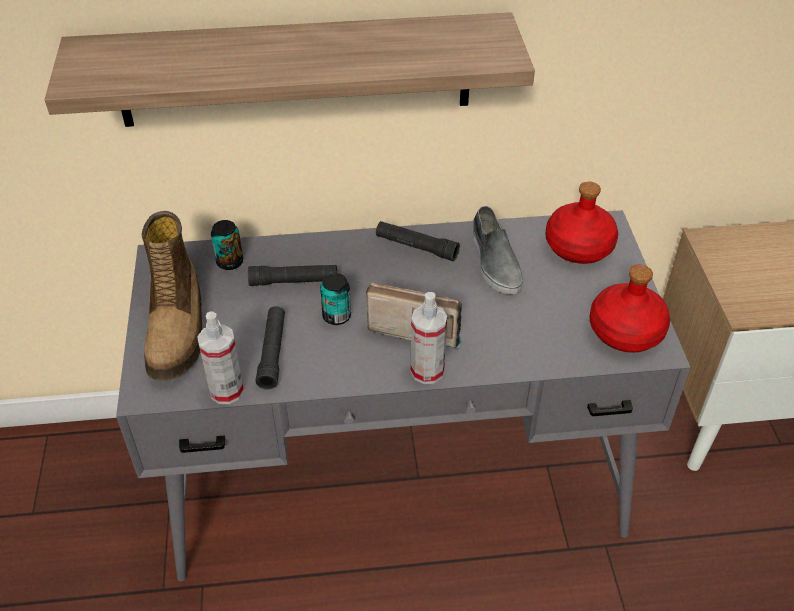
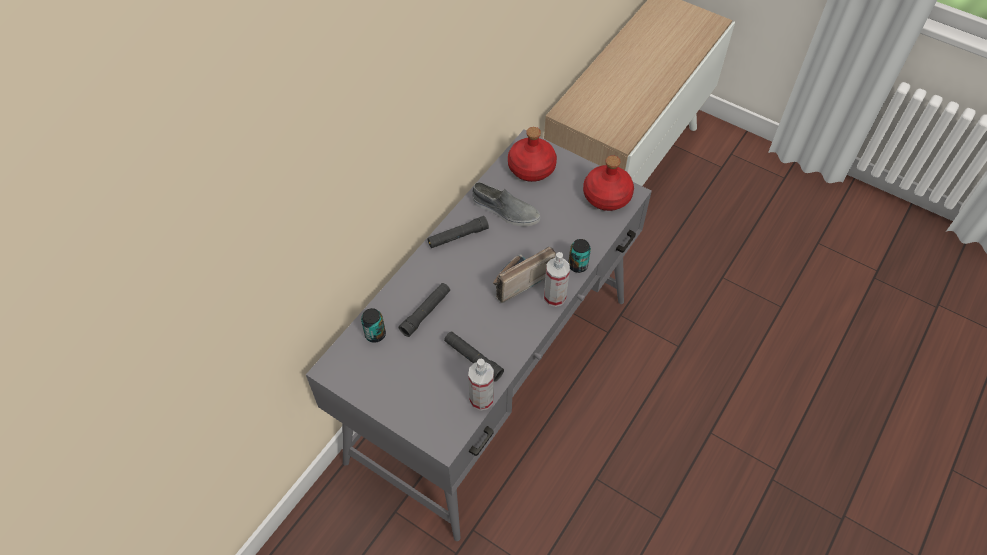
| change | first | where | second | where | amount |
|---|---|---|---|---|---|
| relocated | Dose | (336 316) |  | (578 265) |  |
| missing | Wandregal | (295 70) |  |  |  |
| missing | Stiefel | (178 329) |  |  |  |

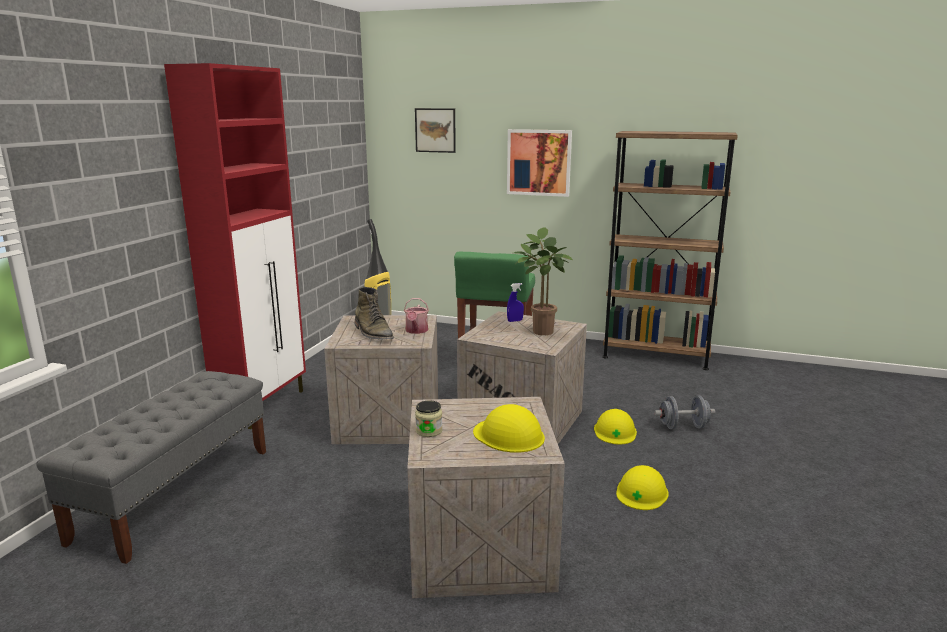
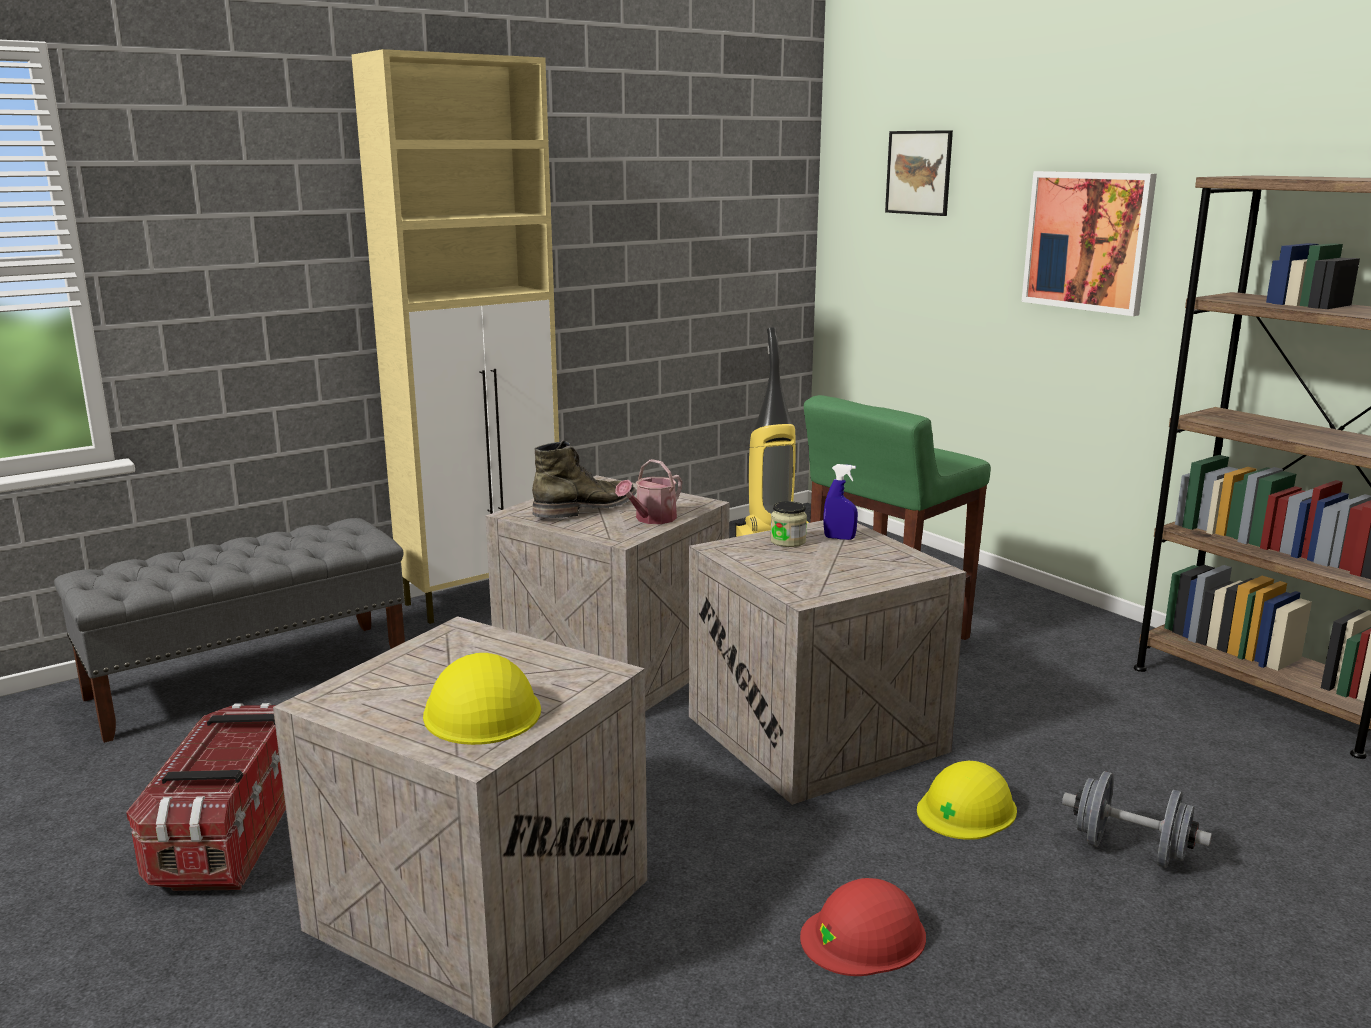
| change | first | where | second | where | amount |
|---|---|---|---|---|---|
| appeared |  |  | Aufbewahrungsbox | (228 833) |  |
| colour | Schrank (rot) | (263 406) | Schrank (beige) | (484 597) |  |
| spun | Stiefel (grün) | (373 333) |  | (586 509) | 135 degrees counterclockwise |
| relocated | Vorratsglas | (429 431) |  | (788 541) |  |
| colour | Schutzhelm (gelb) | (642 492) | Schutzhelm (rot) | (864 936) |  |
| missing | Topfpflanze | (539 331) |  |  |  |

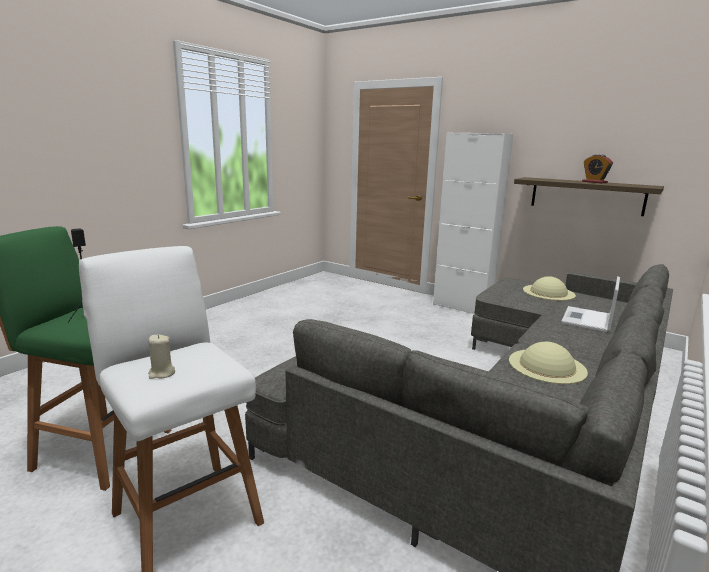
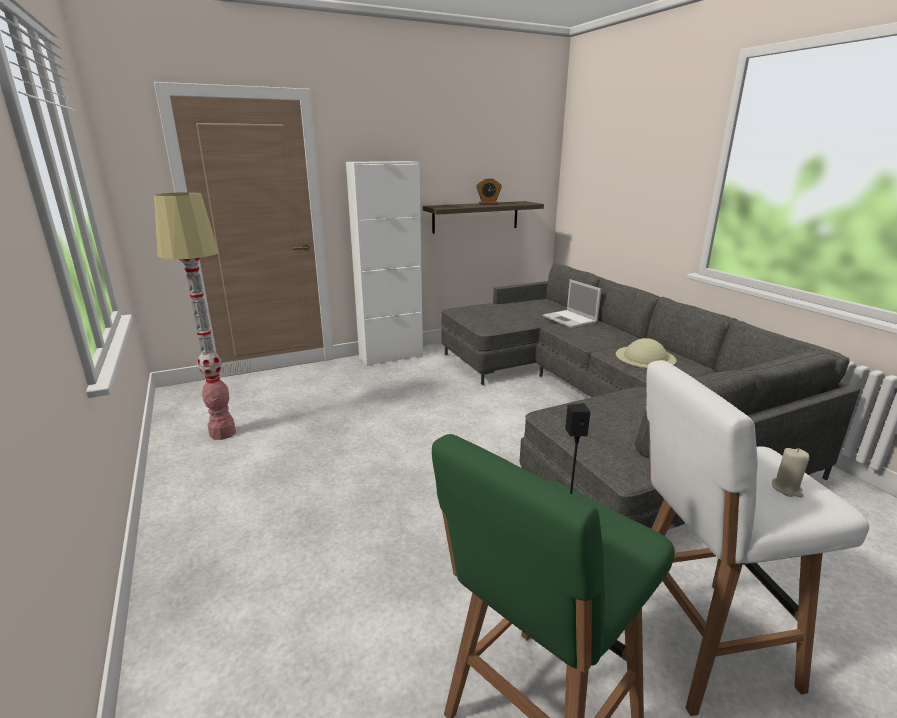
| change | first | where | second | where | amount |
|---|---|---|---|---|---|
| appeared |  |  | Stehlampe | (223 433) |  |
| missing | Hut (beige) | (548 292) |  |  |  |

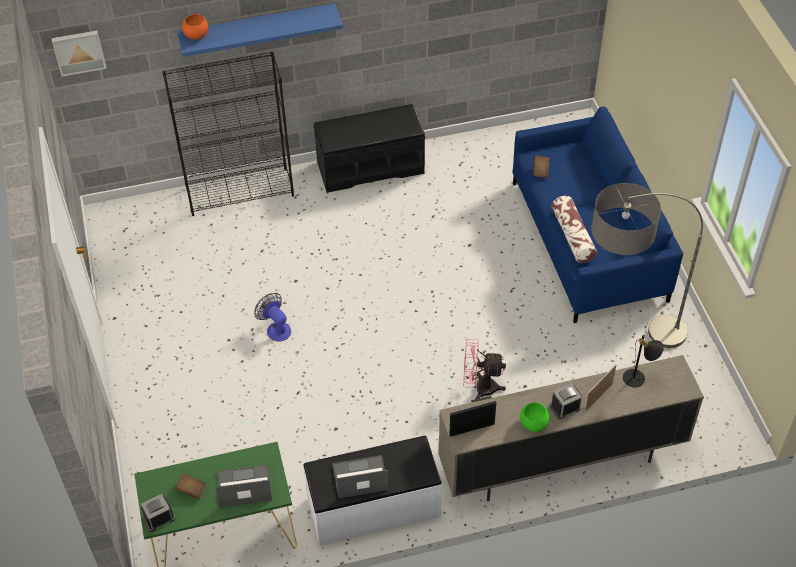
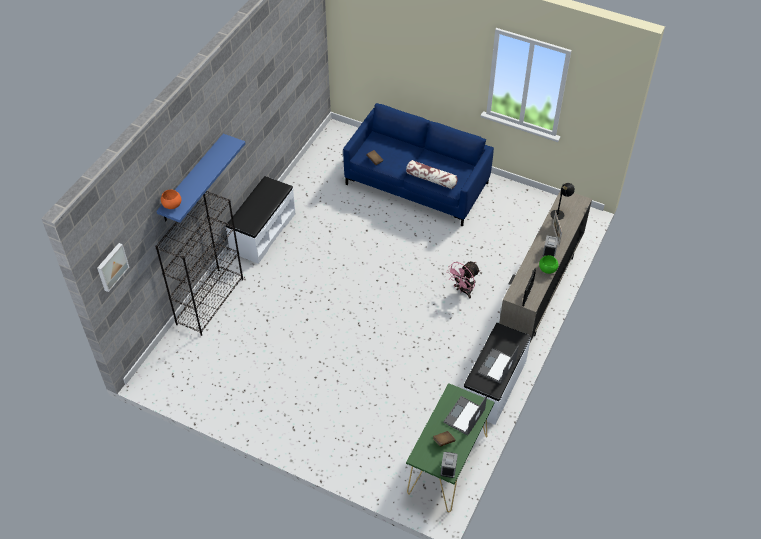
| change | first | where | second | where | amount |
|---|---|---|---|---|---|
| colour | Bank (schwarz) | (370 167) | Bank (weiß) | (262 232) |  |
| missing | Ventilator | (276 328) |  |  |  |
| missing | Stehlampe | (623 342) |  |  |  |

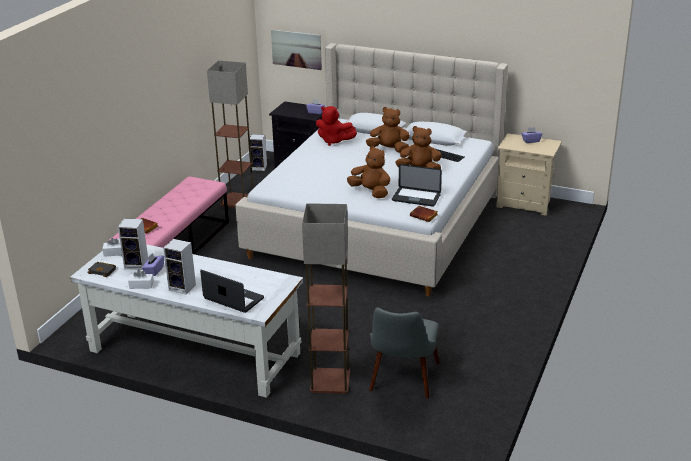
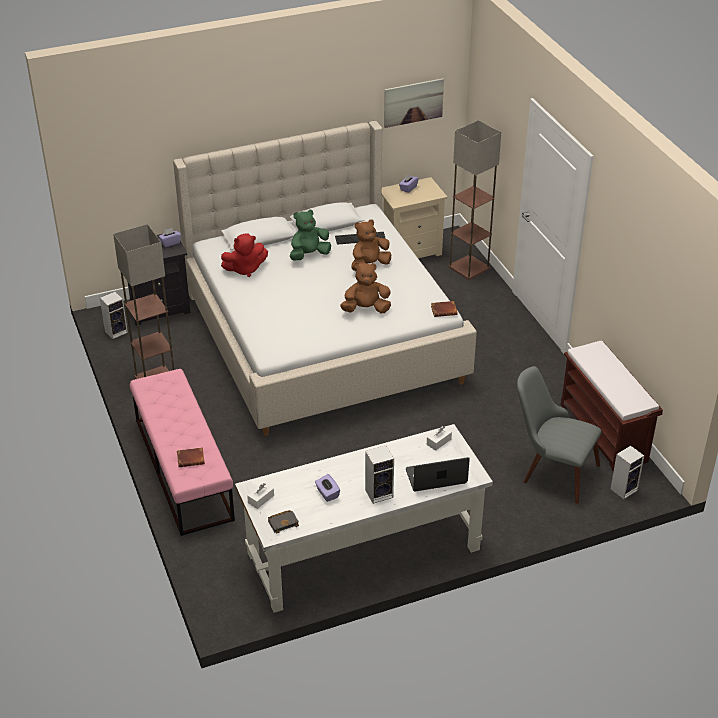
| change | first | where | second | where | amount |
|---|---|---|---|---|---|
| colour | Plüschtier (braun) | (389 149) | Plüschtier (grün) | (309 255) |  |
| relocated | Bild | (296 49) |  | (413 102) |  |
| relocated | Taschentuchbox (weiß) | (141 285) |  | (439 442) |  |
| relocated | Stehlampe | (329 382) |  | (469 268) |  |
| spun | Stuhl (grau) | (402 382) |  | (551 470) | 150 degrees clockwise |
| appeared |  |  | Bank (braun) | (604 433) |  |
| relocated | Lautsprecher | (137 264) |  | (624 489) |  |
| missing | Laptop | (416 198) |  |  |  |

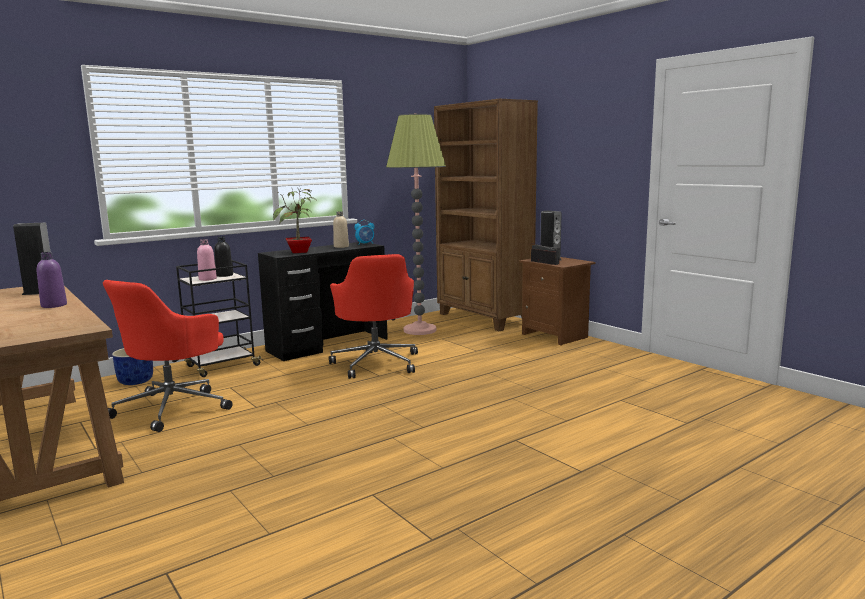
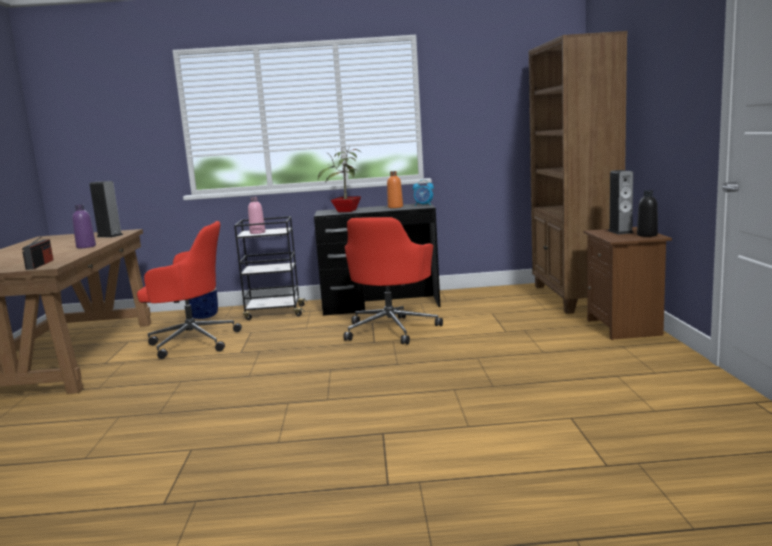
| change | first | where | second | where | amount |
|---|---|---|---|---|---|
| relocated | Radio | (544 262) |  | (40 264) |  |
| spun | Bürostuhl (rot) | (173 408) |  | (191 342) | 150 degrees counterclockwise |
| colour | Flasche (beige) | (341 246) | Flasche (orange) | (395 207) |  |
| relocated | Flasche (schwarz) | (224 275) |  | (647 235) |  |
| missing | Stehlampe | (420 330) |  |  |  |

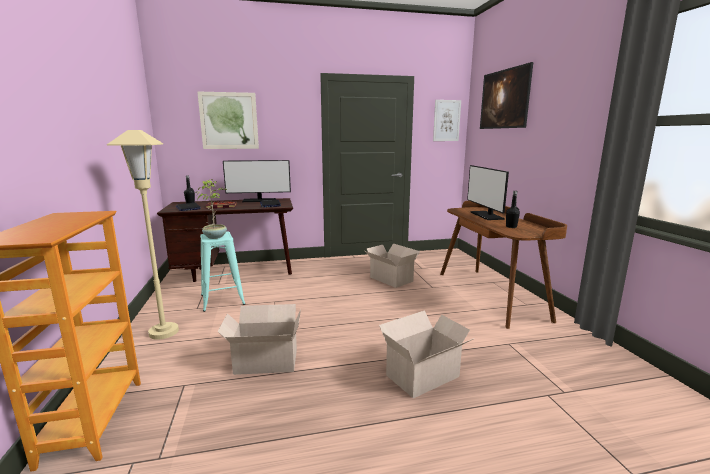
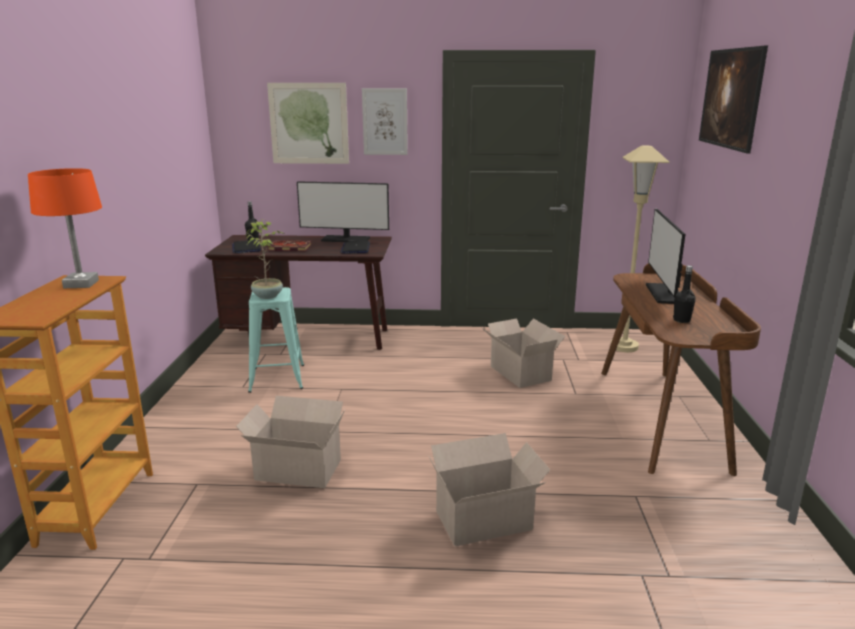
| change | first | where | second | where | amount |
|---|---|---|---|---|---|
| appeared |  |  | Tischlampe (orange) | (81 284) |  |
| relocated | Bild | (446 120) |  | (385 121) |  |
| relocated | Stehlampe (beige) | (164 332) |  | (624 347) |  |

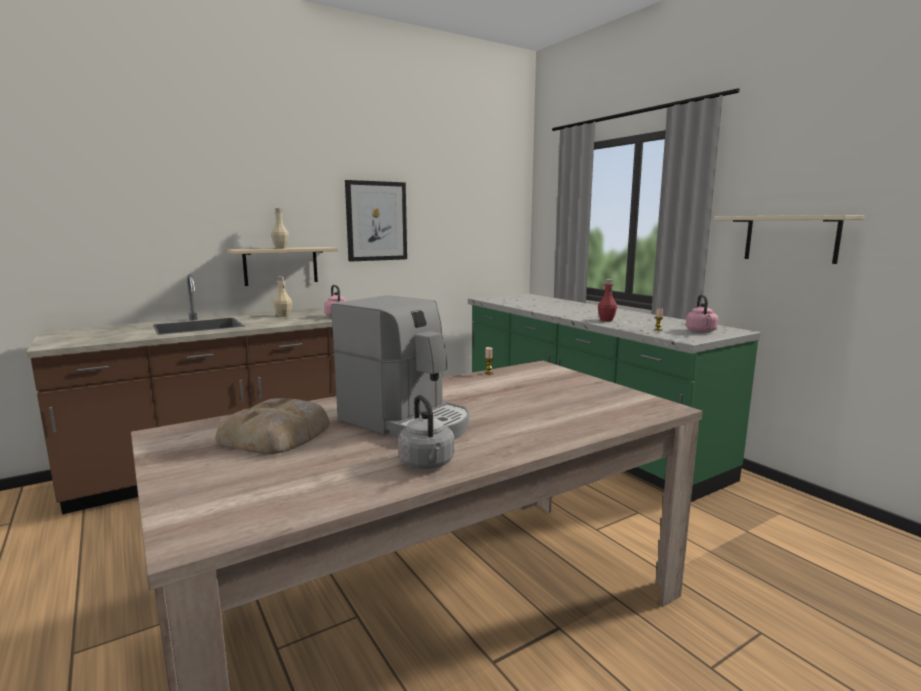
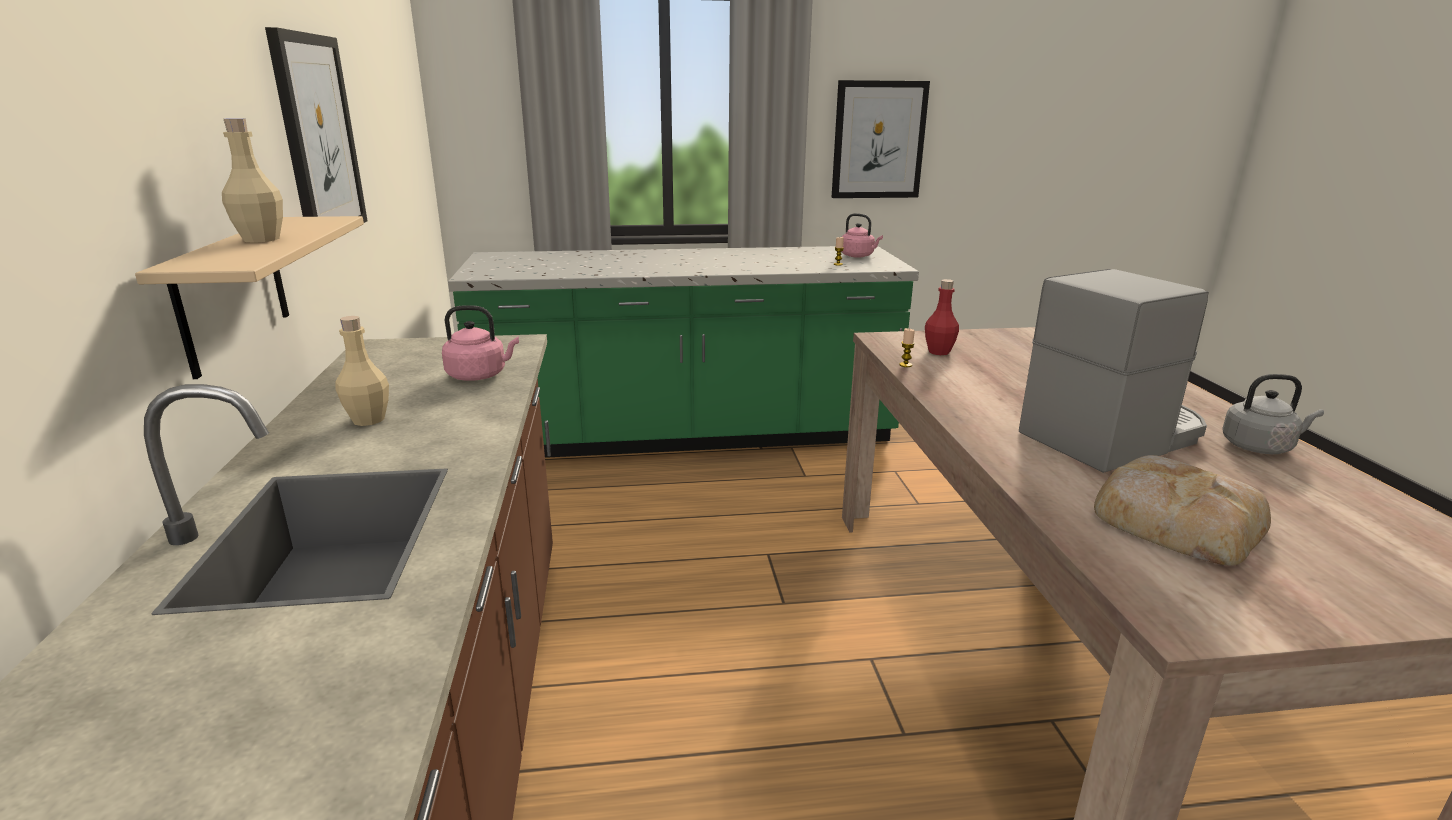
| change | first | where | second | where | amount |
|---|---|---|---|---|---|
| exchanged | Wandregal (beige) | (791 238) | Bild | (878 140) |  |
| relocated | Flasche (rot) | (606 320) |  | (938 352) |  |

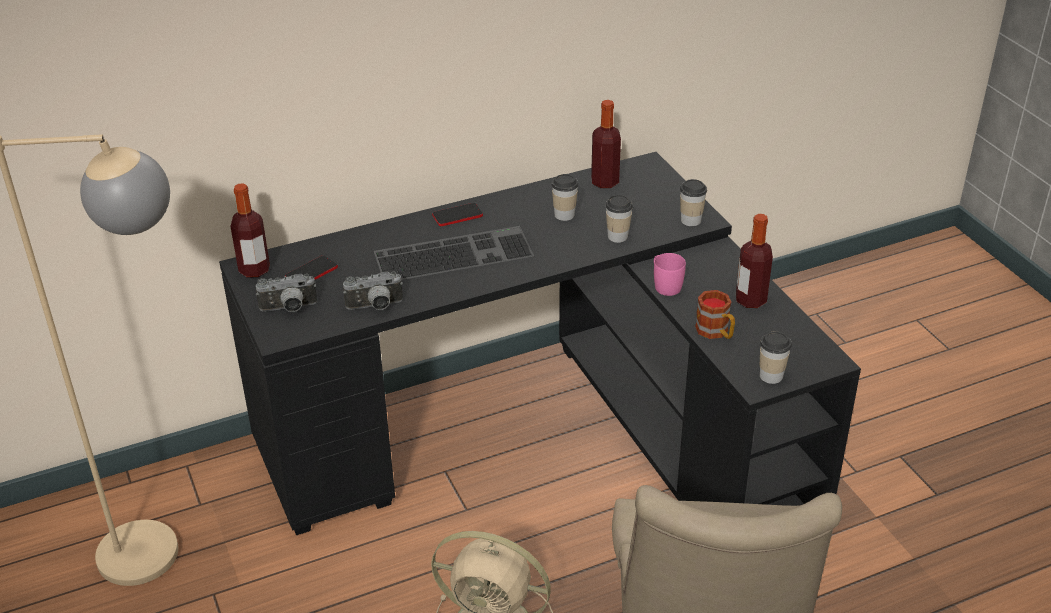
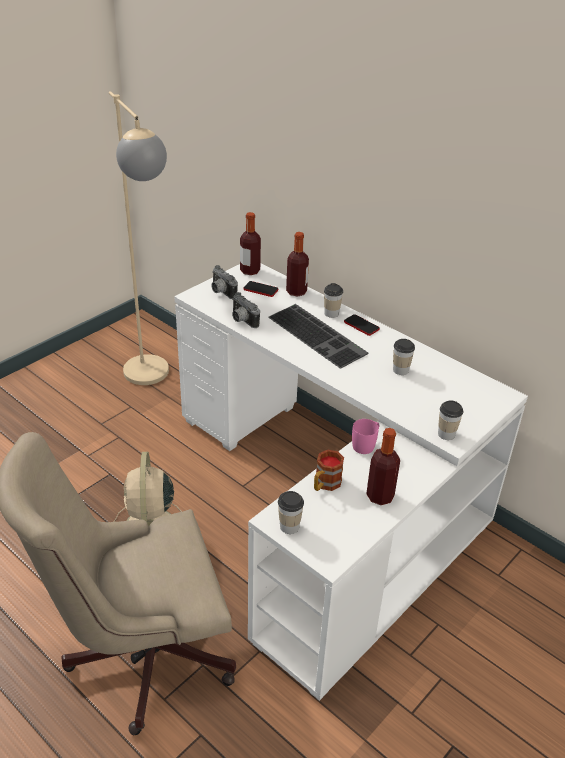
| change | first | where | second | where | amount |
|---|---|---|---|---|---|
| colour | Schreibtisch (schwarz) | (546 437) | Schreibtisch (weiß) | (330 505) |  |
| relocated | Flasche | (605 182) |  | (296 292) |  |
| relocated | Tasse | (617 236) |  | (331 313) |  |

